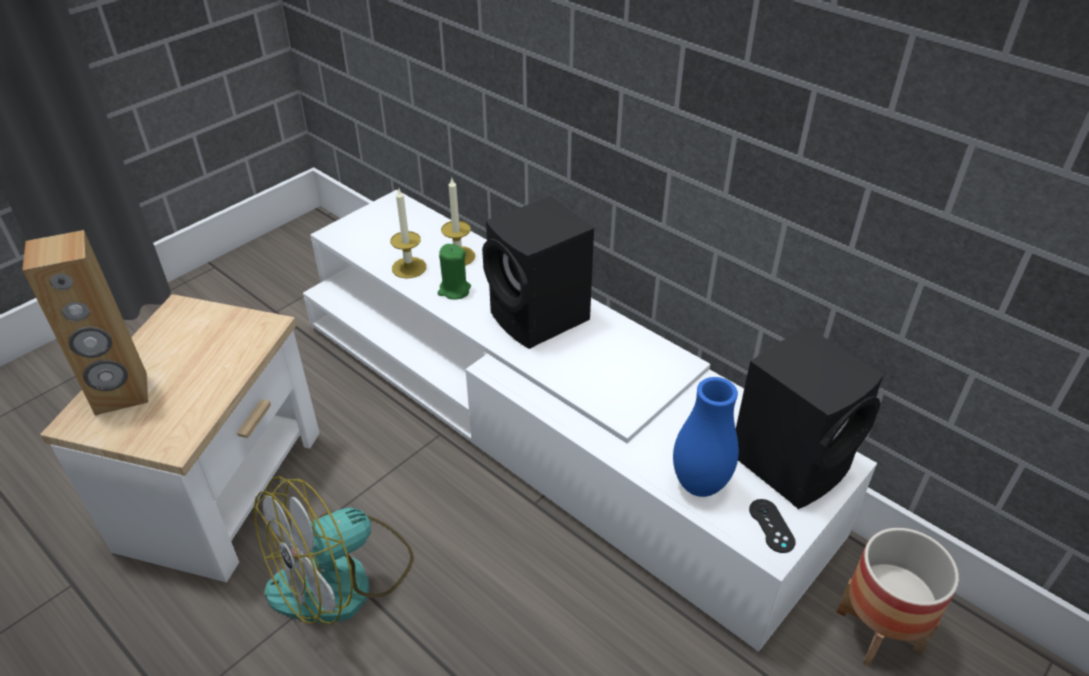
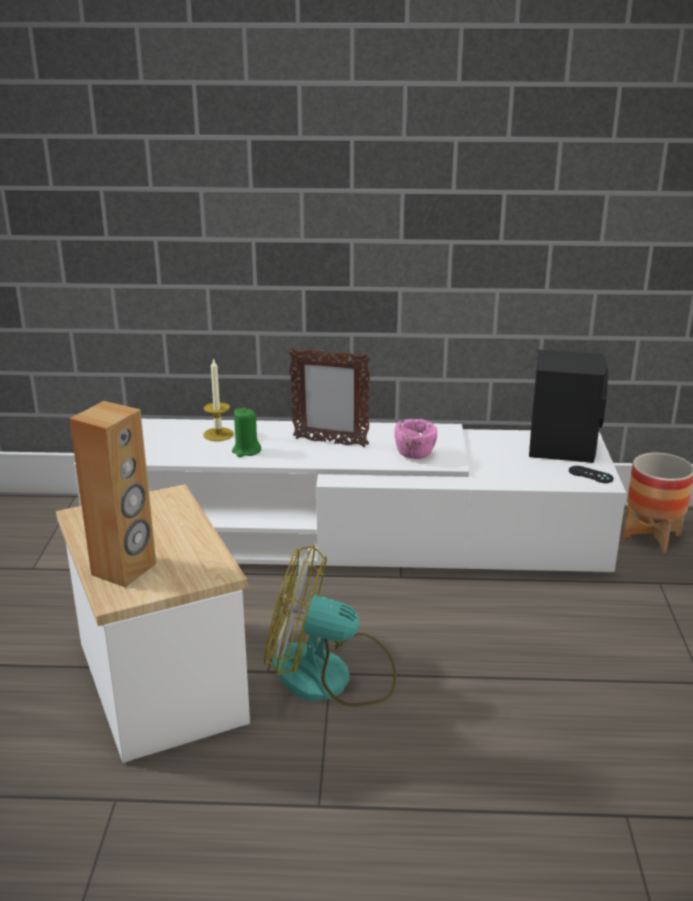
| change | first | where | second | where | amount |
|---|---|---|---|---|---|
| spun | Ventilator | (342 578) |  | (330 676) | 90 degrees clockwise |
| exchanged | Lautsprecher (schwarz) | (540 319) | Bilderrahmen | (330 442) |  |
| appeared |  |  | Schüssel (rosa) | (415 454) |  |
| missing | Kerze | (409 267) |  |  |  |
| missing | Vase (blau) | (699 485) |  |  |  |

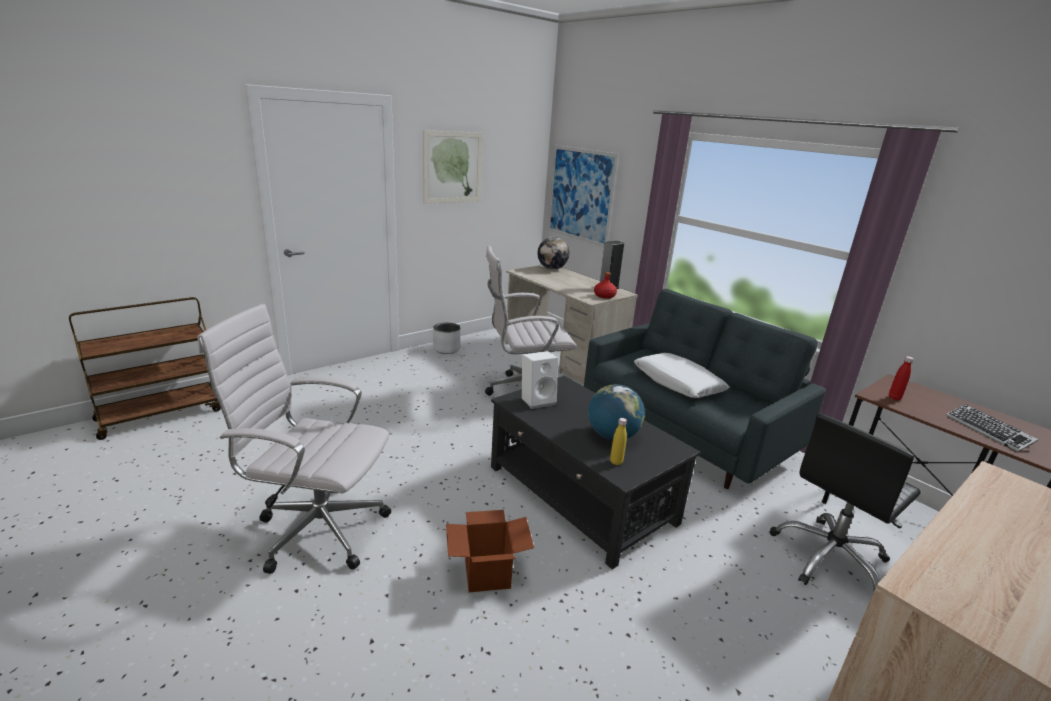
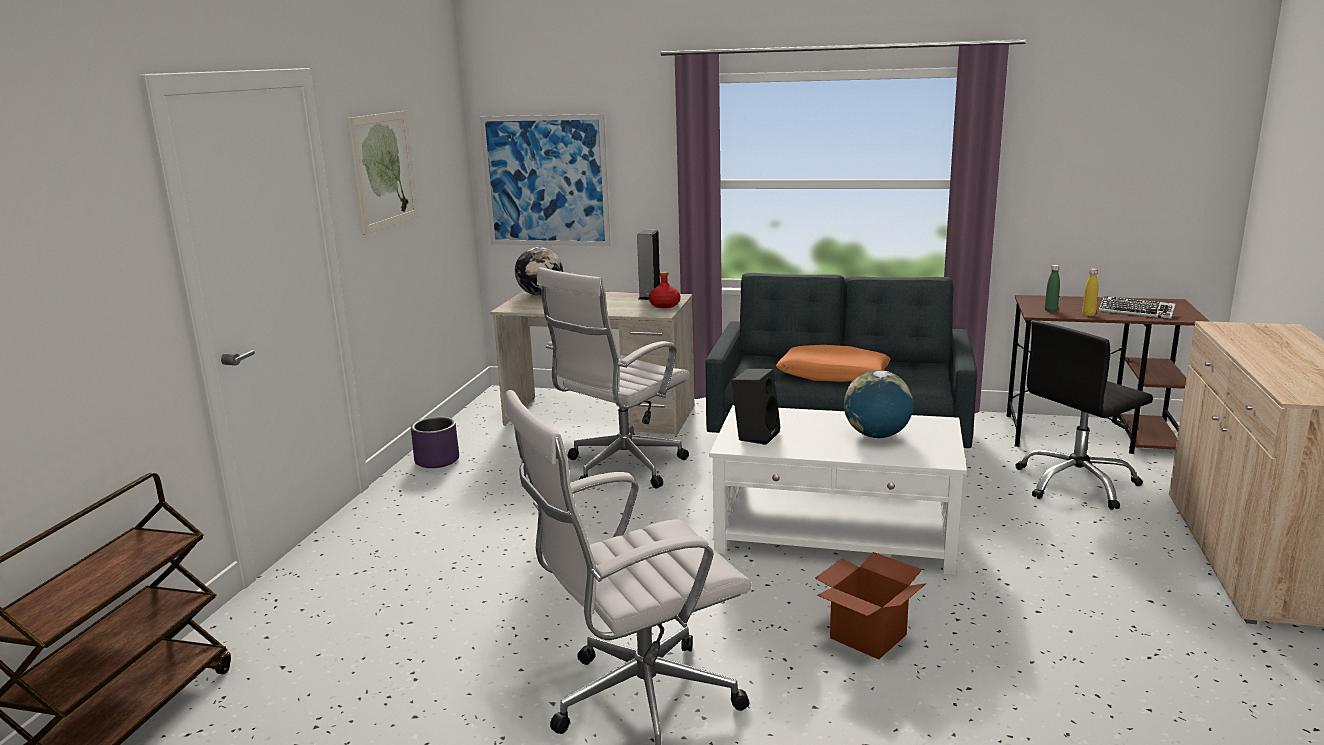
| change | first | where | second | where | amount |
|---|---|---|---|---|---|
| colour | Pflanzkübel (grau) | (446 349) | Pflanzkübel (lila) | (437 460) |  |
| colour | Couchtisch (schwarz) | (580 495) | Couchtisch (weiß) | (837 533) |  |
| colour | Lautsprecher (weiß) | (538 400) | Lautsprecher (schwarz) | (755 435) |  |
| colour | Kissen (weiß) | (677 383) | Kissen (orange) | (833 375) |  |
| spun | Bürostuhl (schwarz) | (830 558) |  | (1076 484) | 45 degrees clockwise |
| colour | Flasche (rot) | (894 398) | Flasche (grün) | (1050 310) |  |
| relocated | Flasche (gelb) | (616 462) |  | (1088 315) |  |

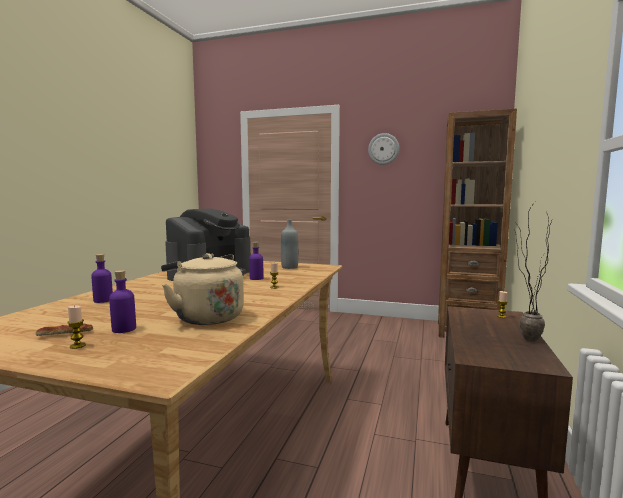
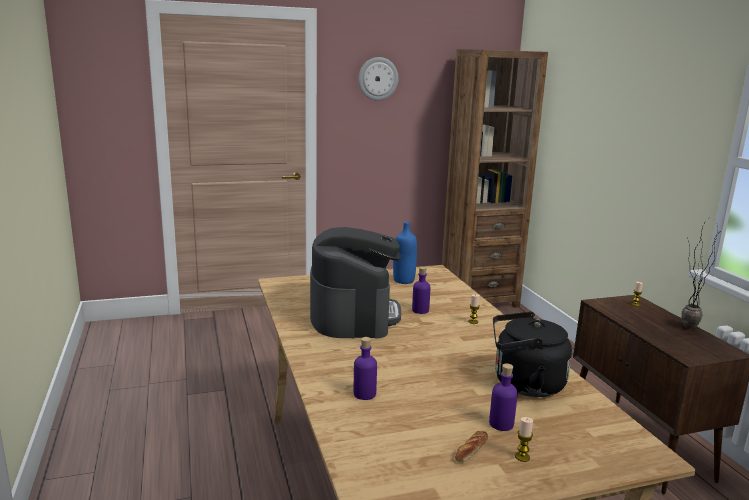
| change | first | where | second | where | amount |
|---|---|---|---|---|---|
| colour | Flasche (grau) | (289 267) | Flasche (blau) | (404 280) |  |
| colour | Wasserkessel (beige) | (206 317) | Wasserkessel (schwarz) | (524 384) |  |

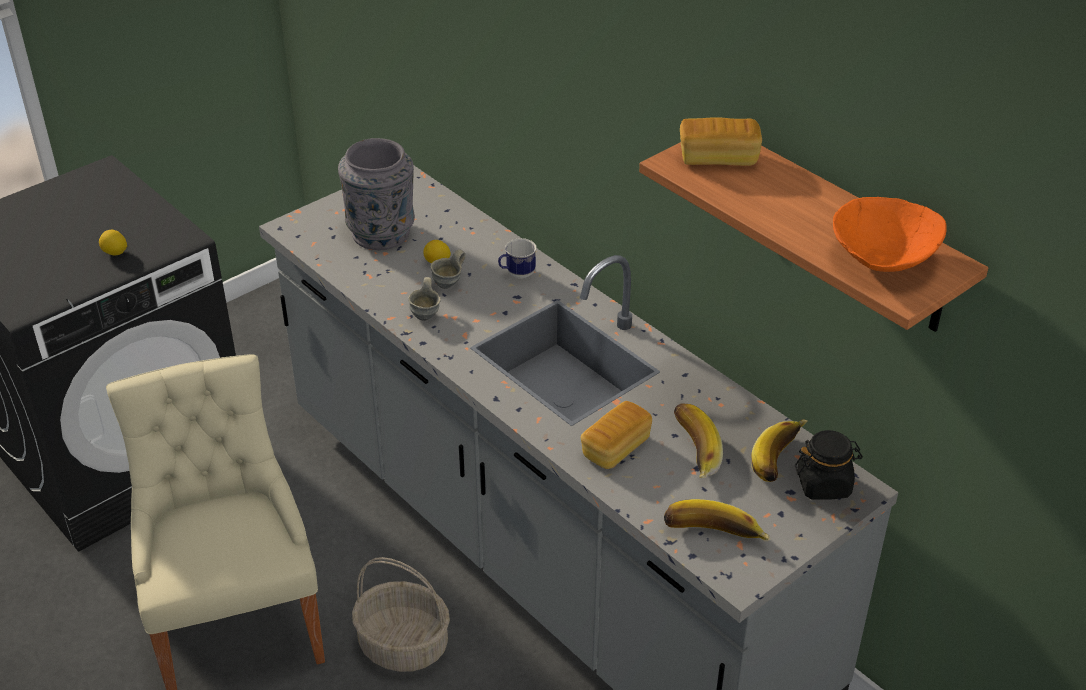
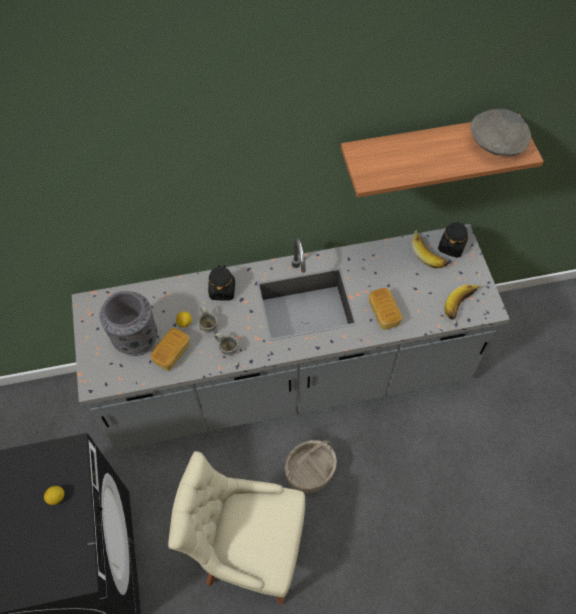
| change | first | where | second | where | amount |
|---|---|---|---|---|---|
| relocated | Brot | (718 158) |  | (172 353) |  |
| exchanged | Henkelbecher | (516 274) | Vorratsglas (schwarz) | (222 290) |  |
| colour | Schüssel (orange) | (884 260) | Schüssel (grau) | (496 145) |  |
| missing | Banane | (691 452) |  |  |  |

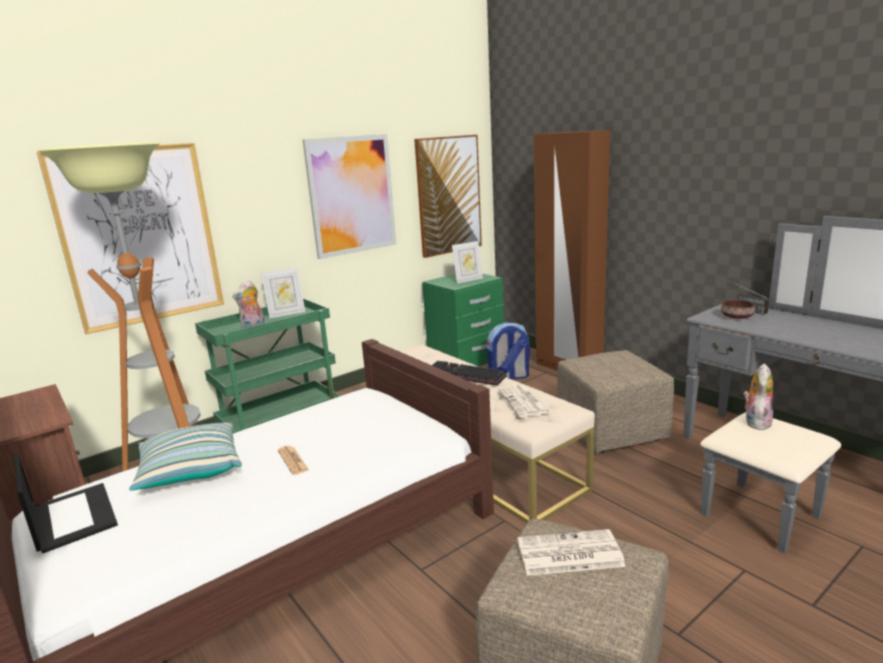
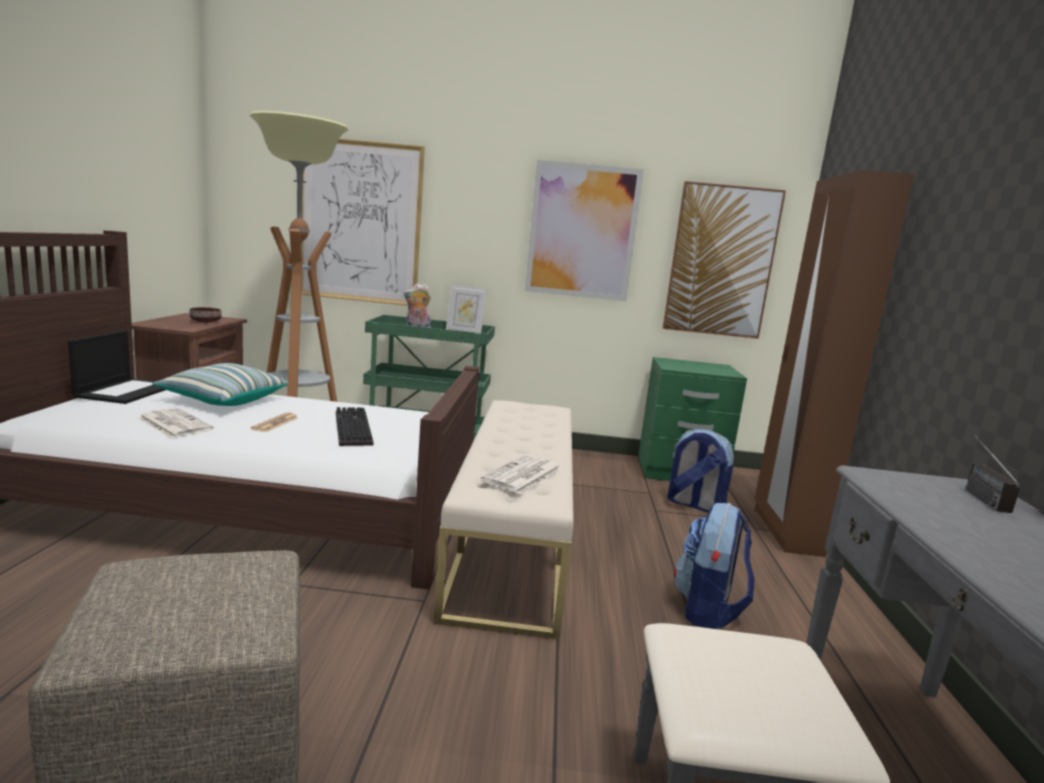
| change | first | where | second | where | amount |
|---|---|---|---|---|---|
| relocated | Zeitung | (568 554) |  | (173 424) |  |
| relocated | Schüssel (braun) | (736 317) |  | (205 322) |  |
| relocated | Tastatur | (463 375) |  | (351 428) |  |
| exchanged | Polsterhocker (beige) | (612 431) | Rucksack | (708 609) |  |
| missing | Bilderrahmen | (468 280) |  |  |  |
| missing | Plüschtier | (756 422) |  |  |  |

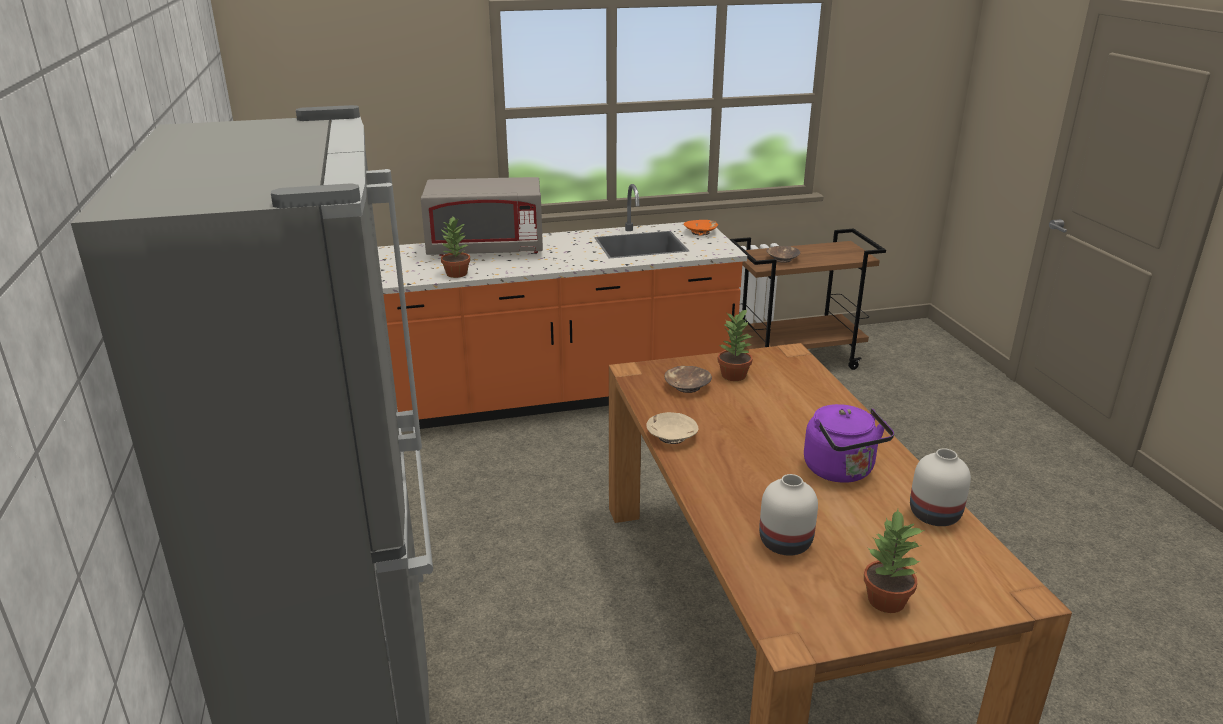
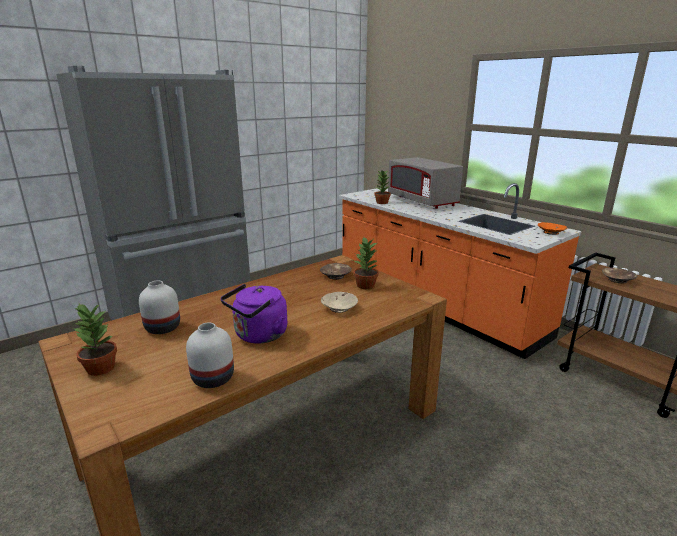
| change | first | where | second | where | amount |
|---|---|---|---|---|---|
| relocated | Schüssel (beige) | (671 436) |  | (339 308) |  |

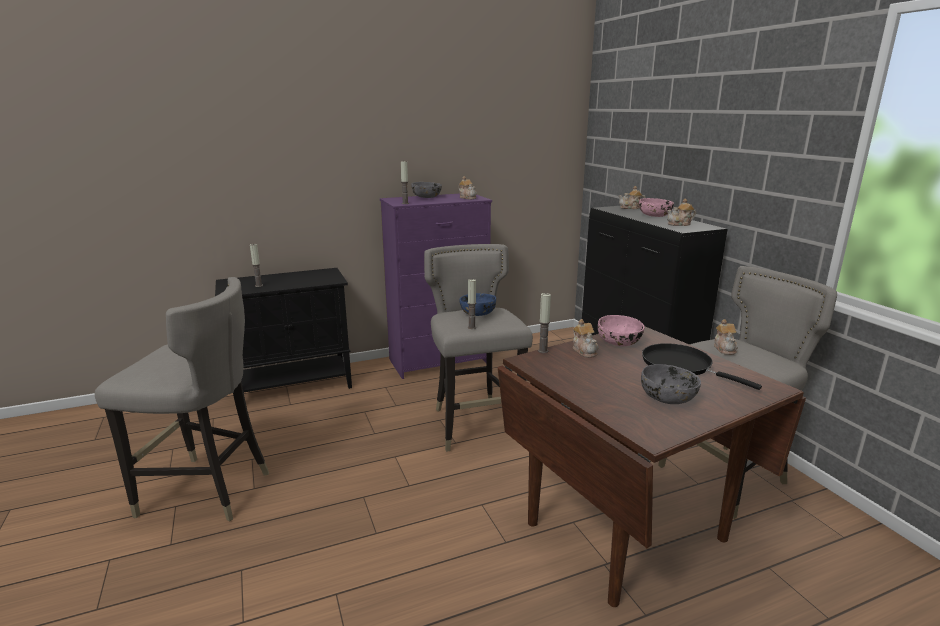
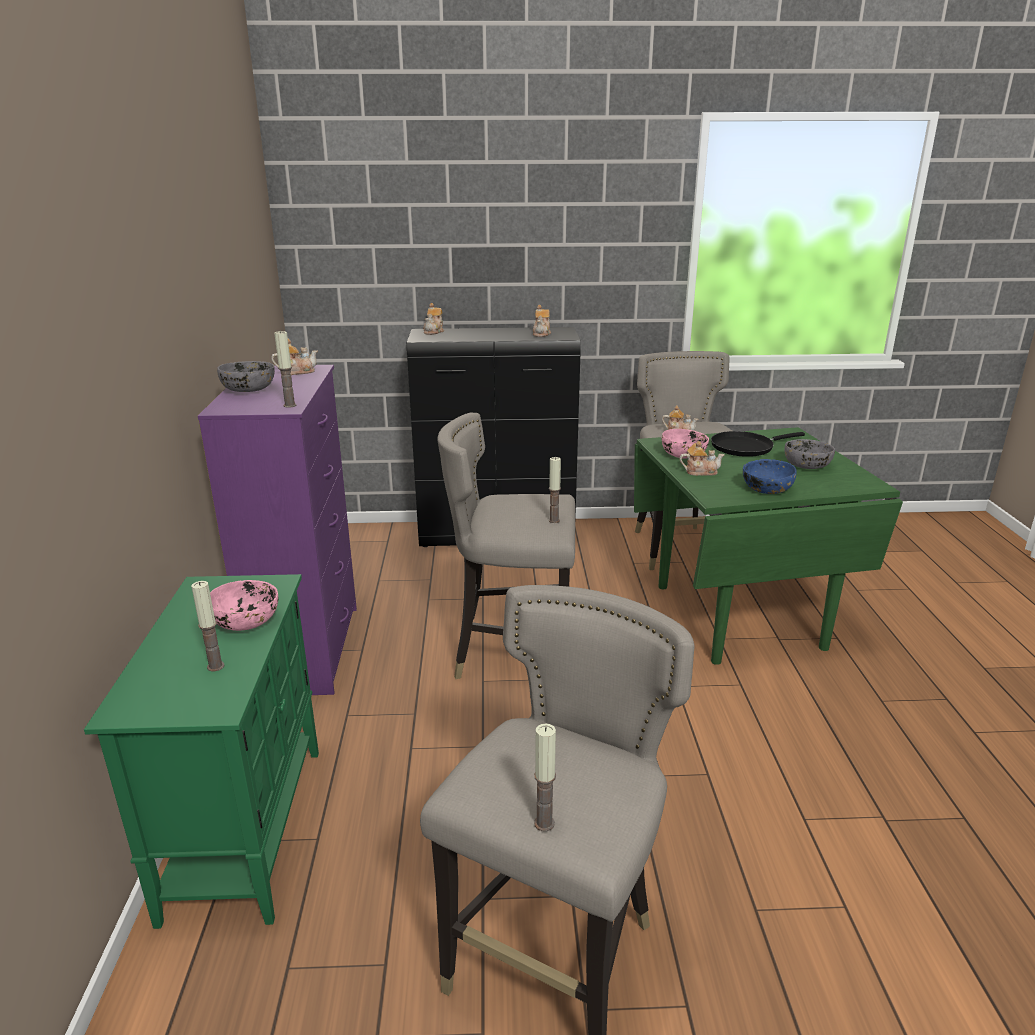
| change | first | where | second | where | amount |
|---|---|---|---|---|---|
| colour | Schrank (schwarz) | (295 386) | Schrank (grün) | (246 828) |  |
| relocated | Schüssel (rosa) | (655 215) |  | (247 621) |  |
| relocated | Kerze | (543 351) |  | (544 823) |  |
| colour | Esstisch (braun) | (624 530) | Esstisch (grün) | (736 616) |  |
| relocated | Schüssel (blau) | (477 313) |  | (766 489) |  |

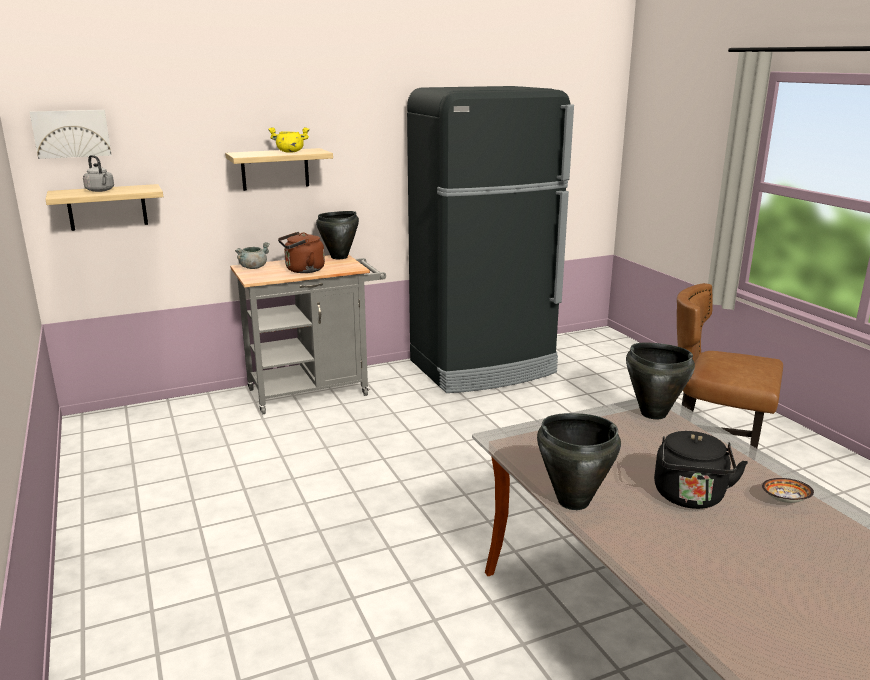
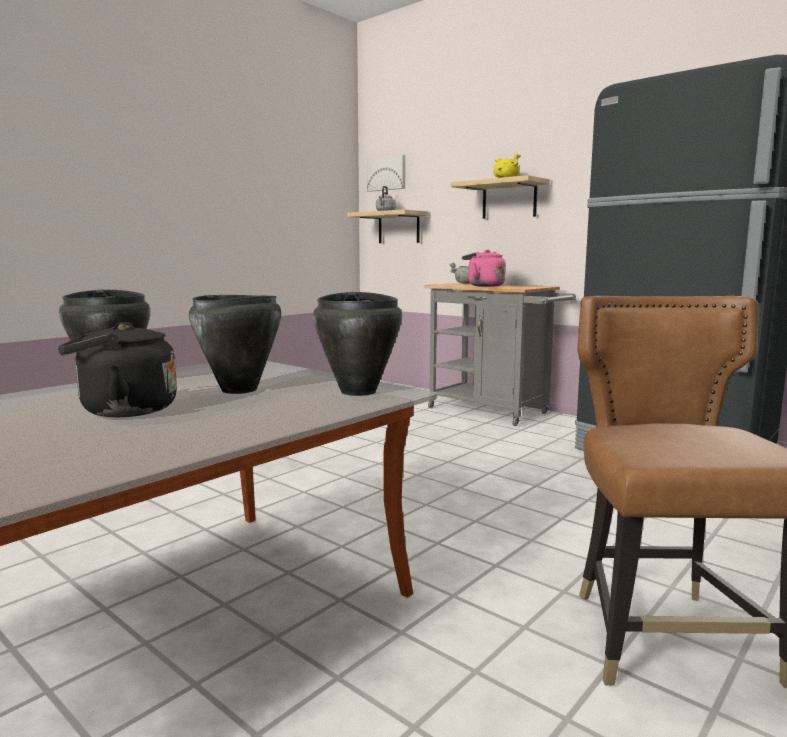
| change | first | where | second | where | amount |
|---|---|---|---|---|---|
| relocated | Kochtopf (schwarz) | (339 257) |  | (239 390) |  |
| colour | Wasserkessel (braun) | (302 270) | Wasserkessel (rosa) | (483 286) |  |
| missing | Schüssel | (786 500) |  |  |  |

